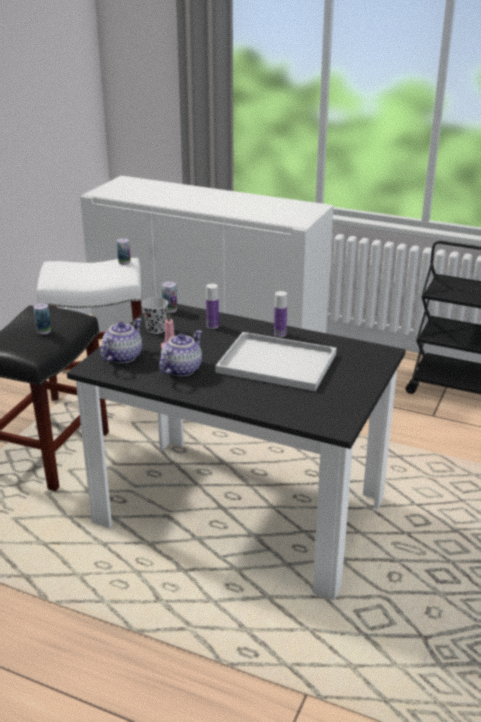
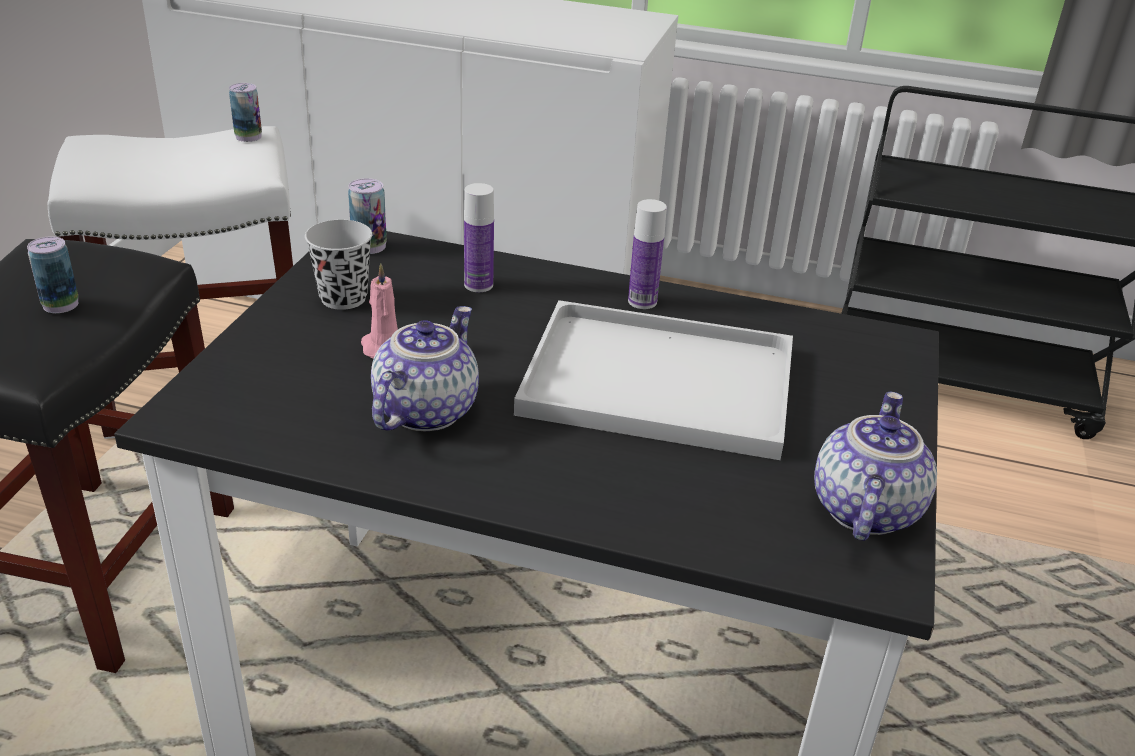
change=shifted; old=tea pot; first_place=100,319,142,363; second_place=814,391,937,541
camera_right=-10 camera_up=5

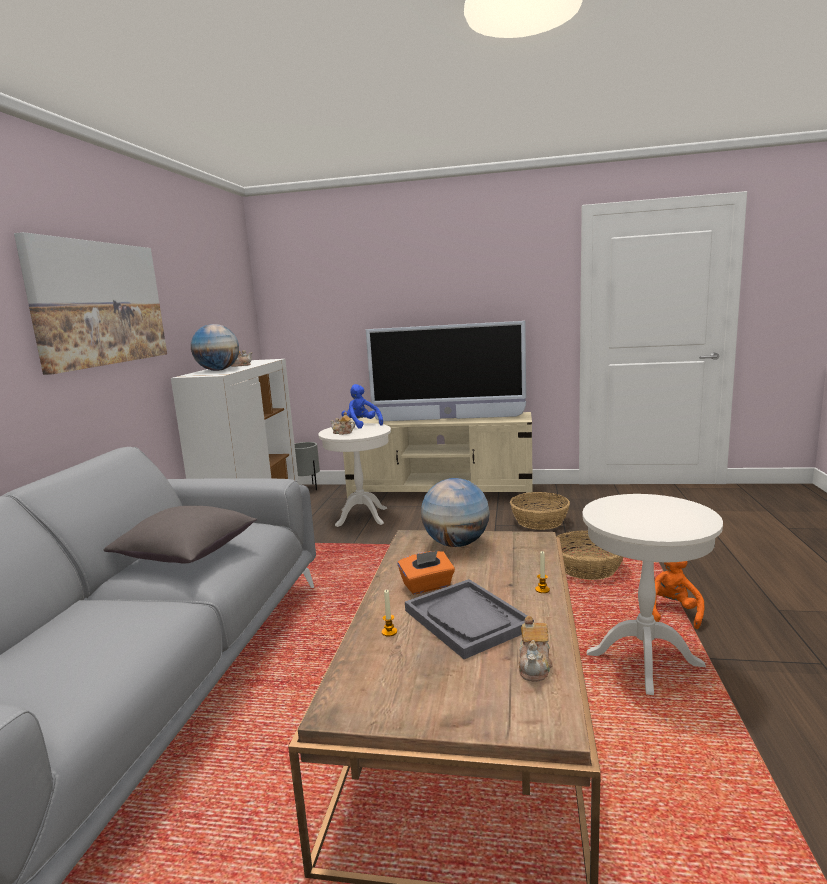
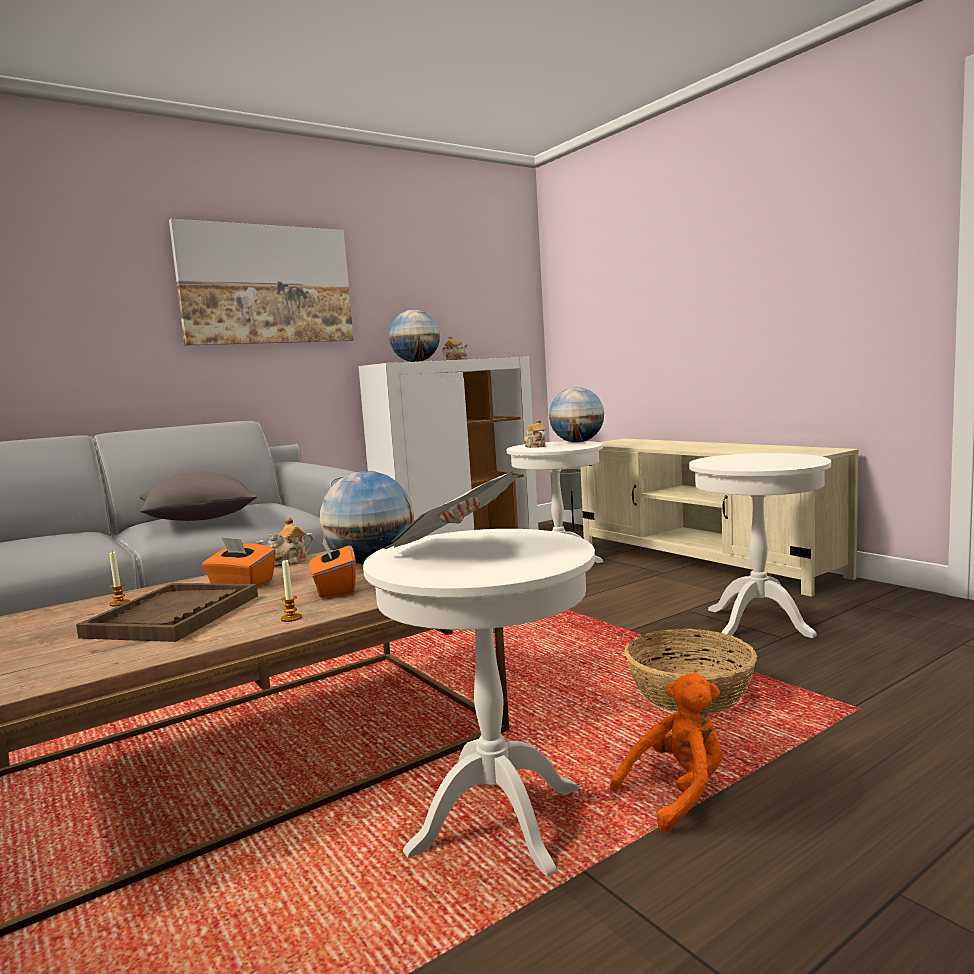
change=gone; old=television; first_place=366,321,526,421
change=new; new=tissue box (orange); second_place=309,537,356,598
change=new; new=newspaper; second_place=384,471,518,549
change=shifted; old=tea pot; first_place=519,616,552,682; second_place=256,517,314,567
change=swapped; old=plush toy (bluish); new=world globe; first_place=341,384,383,429; second_place=549,387,604,443
change=swapped; old=basket; new=accent table (white); first_place=510,492,570,530; second_place=689,453,831,638
change=repainted; old=tray (gray); new=tray (brown-coloured); first_place=405,579,534,659; second_place=76,583,258,642
camera_right=45 camera_up=-5

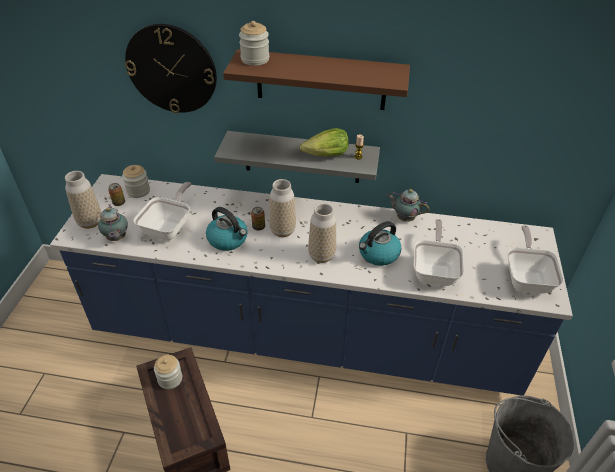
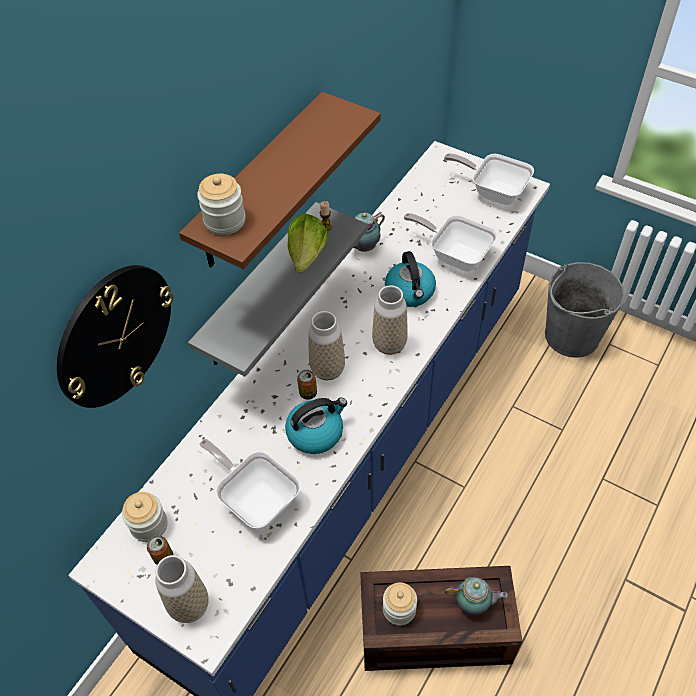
change=shifted; old=tea pot; first_place=98,204,128,241; second_place=445,577,508,615
camera_right=-65 camera_up=10

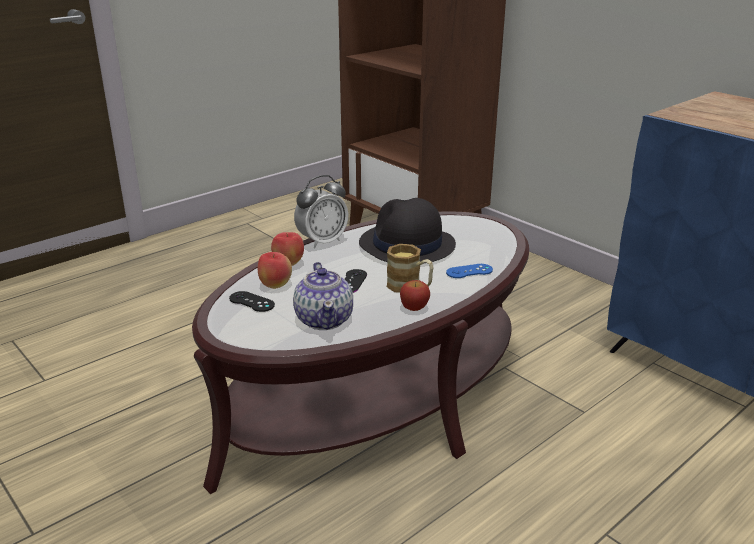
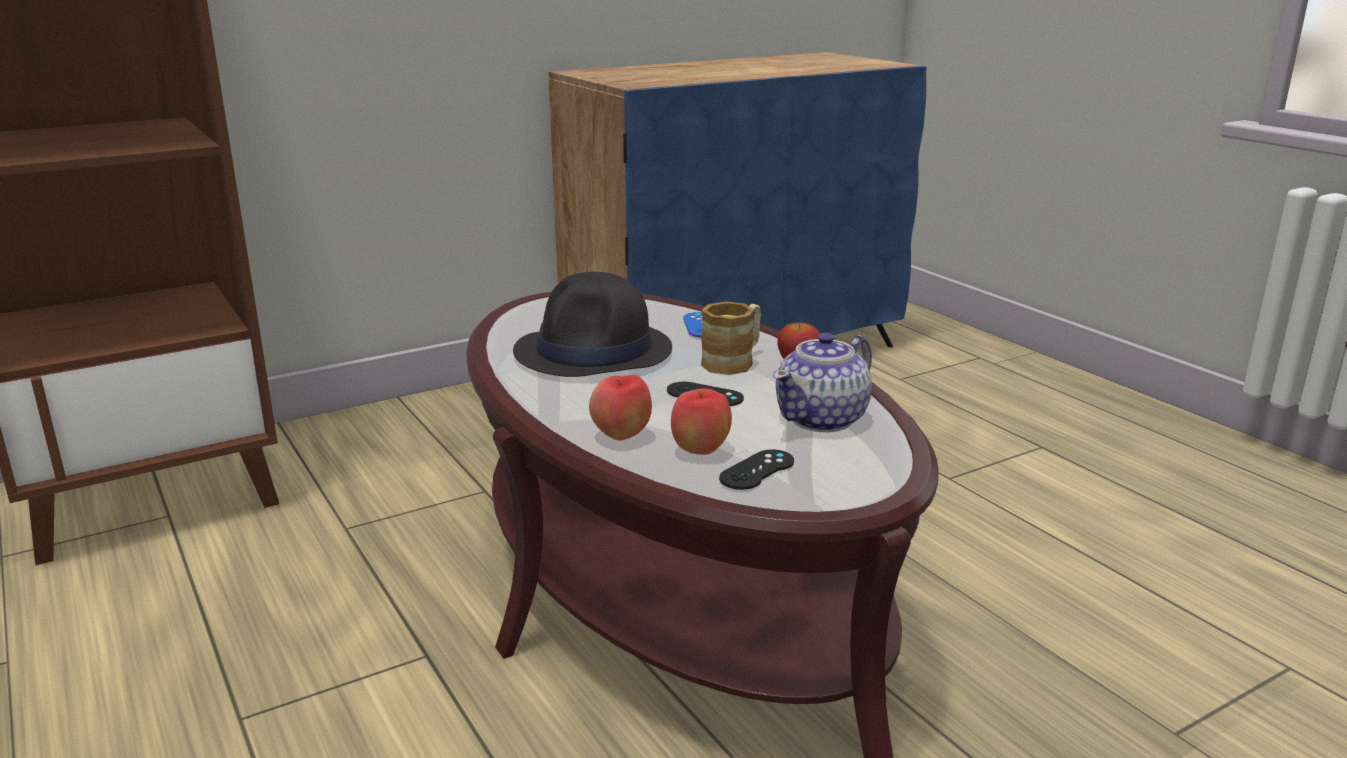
change=gone; old=table clock; first_place=294,175,348,249
change=rotated; old=tea pot; first_place=293,262,353,330; second_place=773,332,872,432; degrees=135
camera_right=-80 camera_up=-5

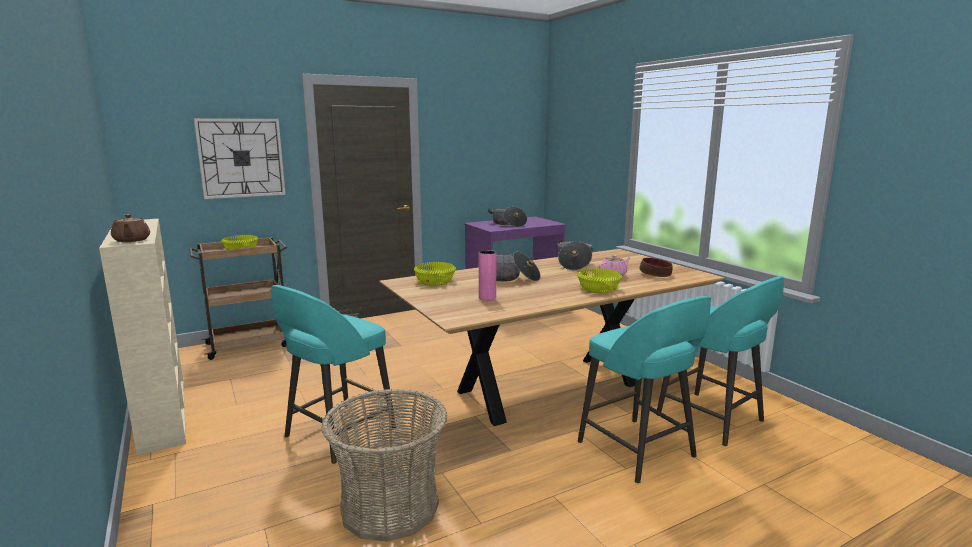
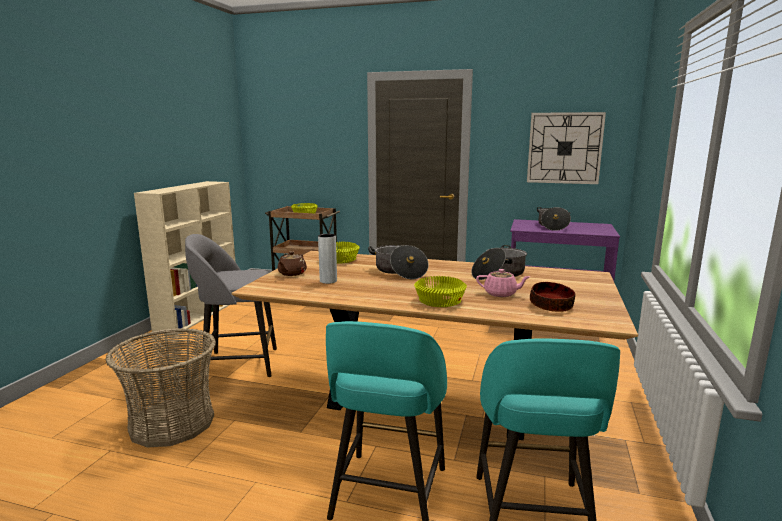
change=shifted; old=tea pot (brown-coloured); first_place=111,214,150,242; second_place=278,251,307,276
change=shifted; old=hanging clock; first_place=194,118,286,199; second_place=527,112,606,184
change=repainted; old=stool (turquoise); new=stool (gray); first_place=271,285,396,464; second_place=185,234,277,377
change=repainted; old=decorative vase (pink); new=decorative vase (gray); first_place=479,250,496,301; second_place=318,234,337,284
camera_right=45 camera_up=0

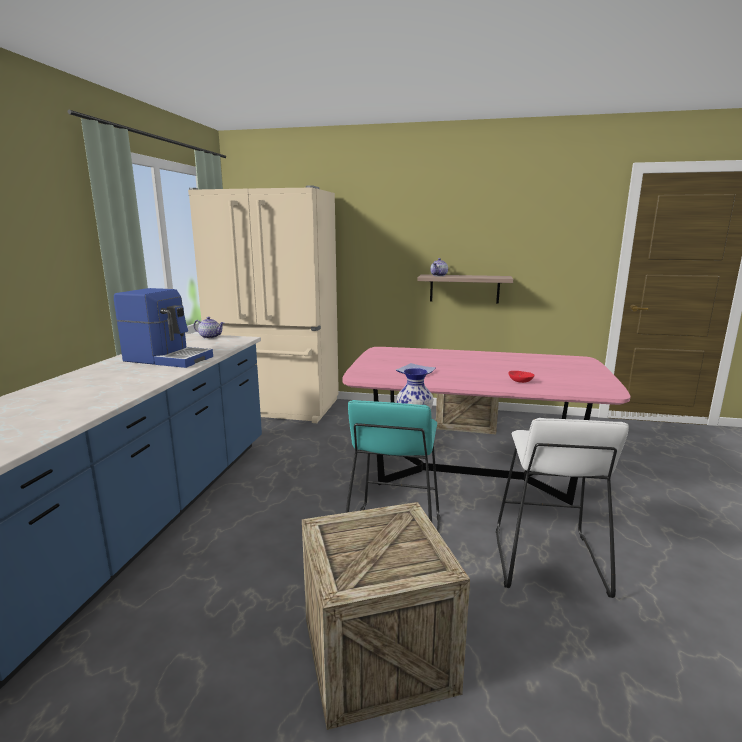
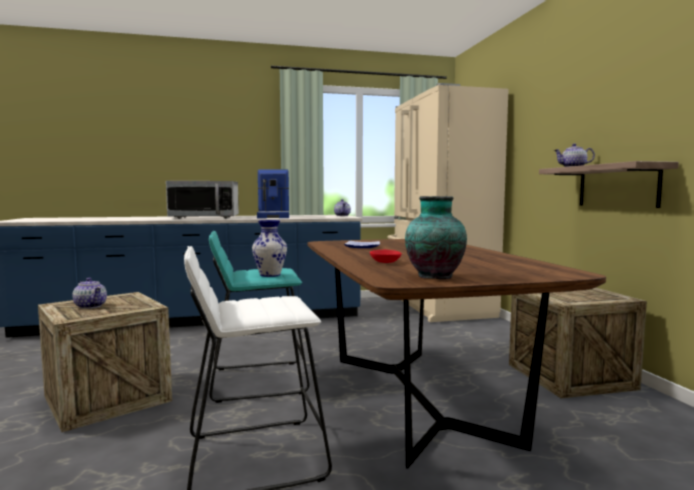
change=new; new=tea pot; second_place=73,278,107,309
change=new; new=microwave oven; second_place=166,181,239,219
change=new; new=decorative vase; second_place=405,196,467,279
change=repainted; old=dining table (pink); new=dining table (brown-coloured); first_place=342,347,630,505; second_place=307,239,606,469
camera_right=65 camera_up=-10

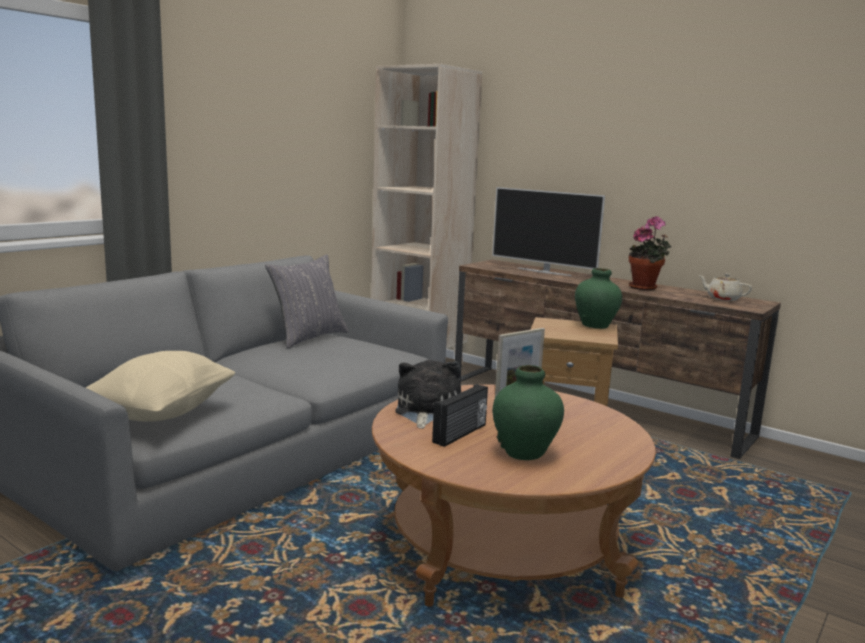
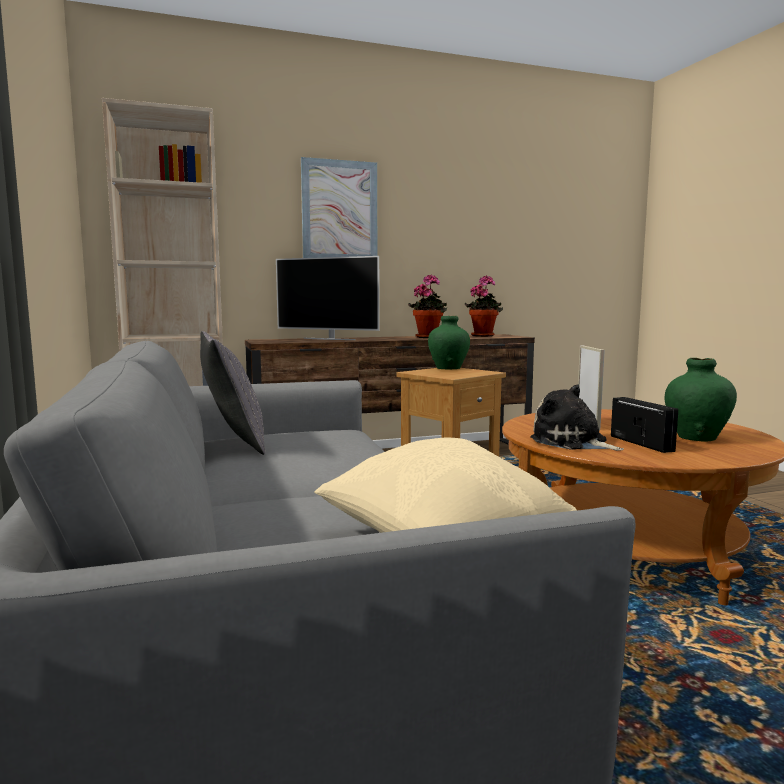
change=new; new=wall art; second_place=301,157,377,258
change=swapped; old=tea pot (sand-coloured); new=plant in a pot; first_place=698,273,752,301; second_place=465,276,503,337
change=rotated; old=television; first_place=492,187,605,276; second_place=276,256,380,340; degrees=45
camera_right=-55 camera_up=-5

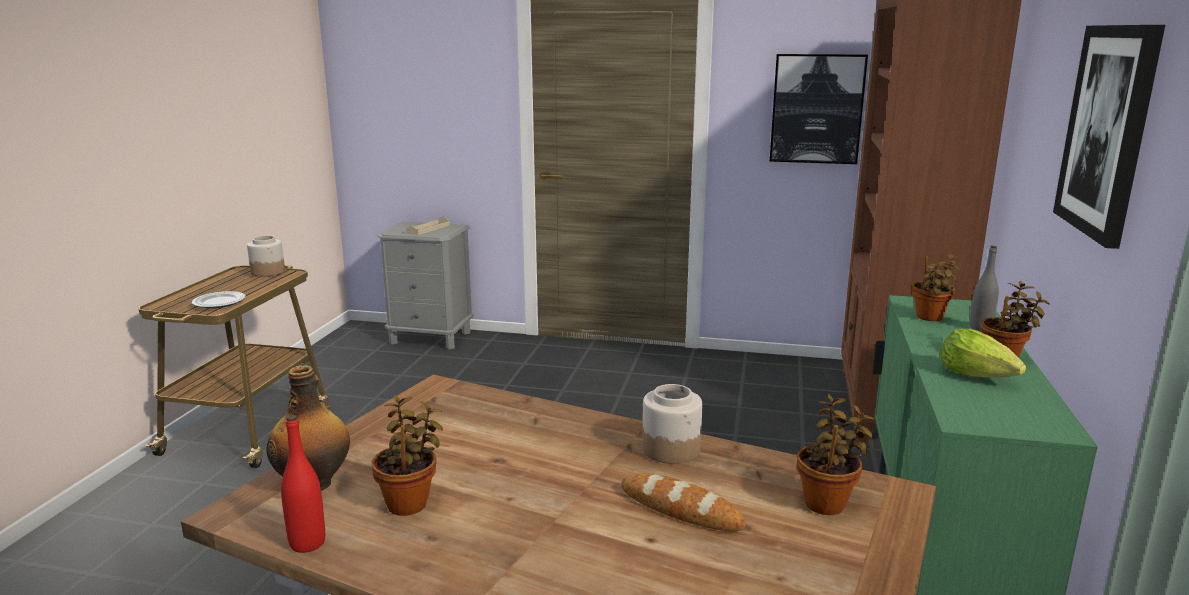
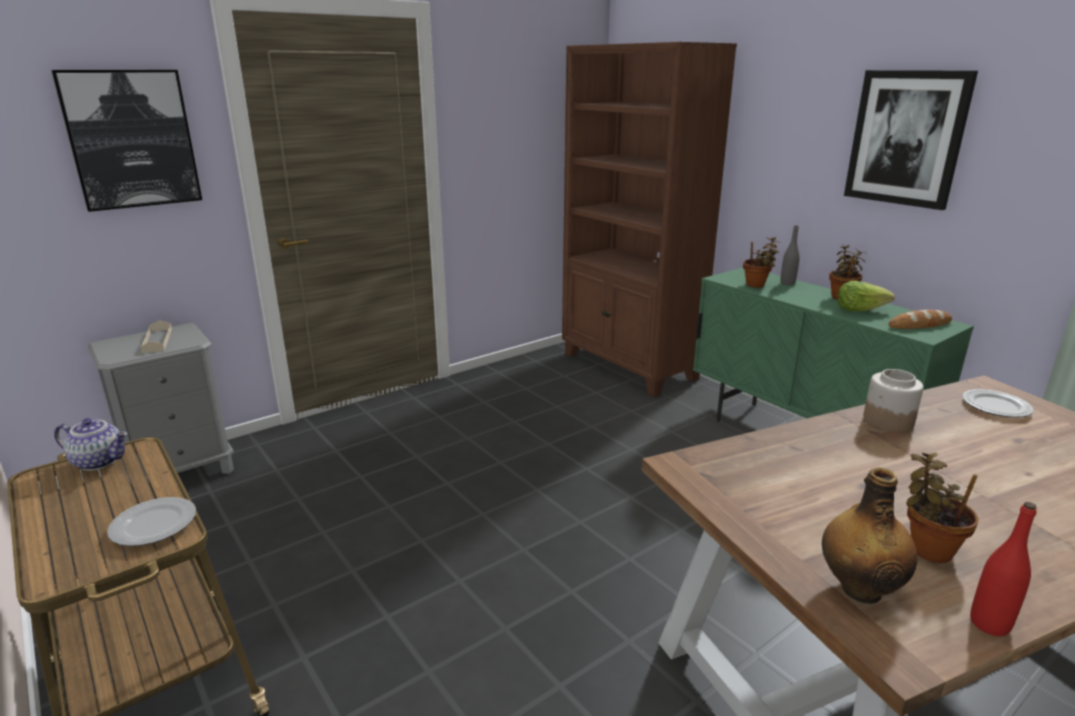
change=shifted; old=bread; first_place=621,474,746,531; second_place=889,309,952,329
change=shifted; old=wall art; first_place=770,54,868,164; second_place=51,70,202,212
change=swapped; old=preserve jar; new=tea pot; first_place=247,236,285,277; second_place=54,418,128,471
change=swapped; old=plant in a pot; new=flat dish; first_place=797,394,876,515; second_place=962,389,1034,418
camera_right=-50 camera_up=5

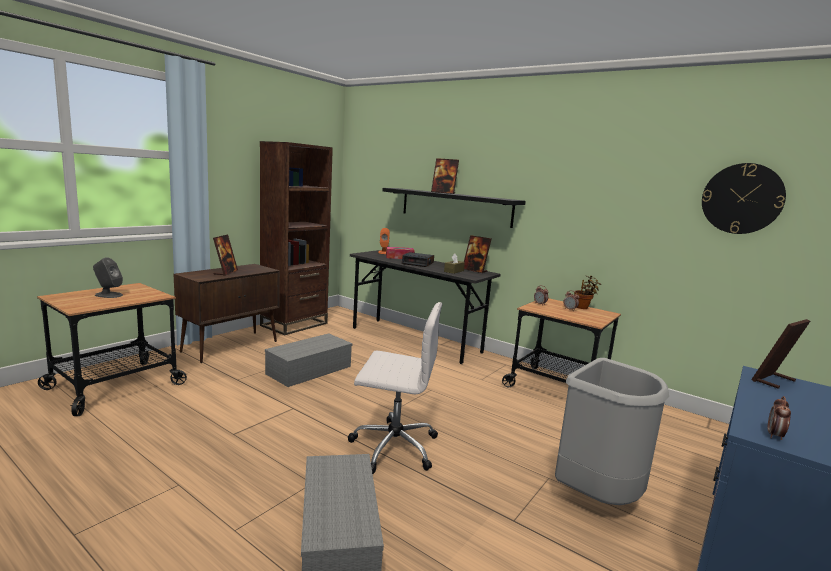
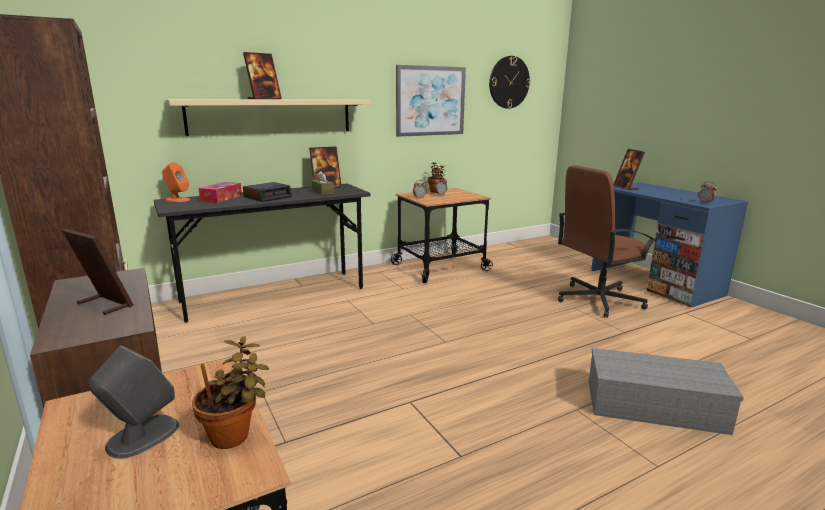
change=gone; old=storage container (gray); first_place=265,333,353,387
change=gone; old=desk chair (white); first_place=348,302,442,474
change=new; new=plant in a pot; second_place=192,337,269,449
change=new; new=wall art; second_place=396,65,466,137
change=swapped; old=trash can (gray); new=desk chair (brown-coloured); first_place=555,358,669,505; second_place=558,165,656,318
change=repainted; old=bracket shelf (black); new=bracket shelf (sand-coloured); first_place=382,188,526,228; second_place=166,99,371,136
camera_right=-65 camera_up=5

